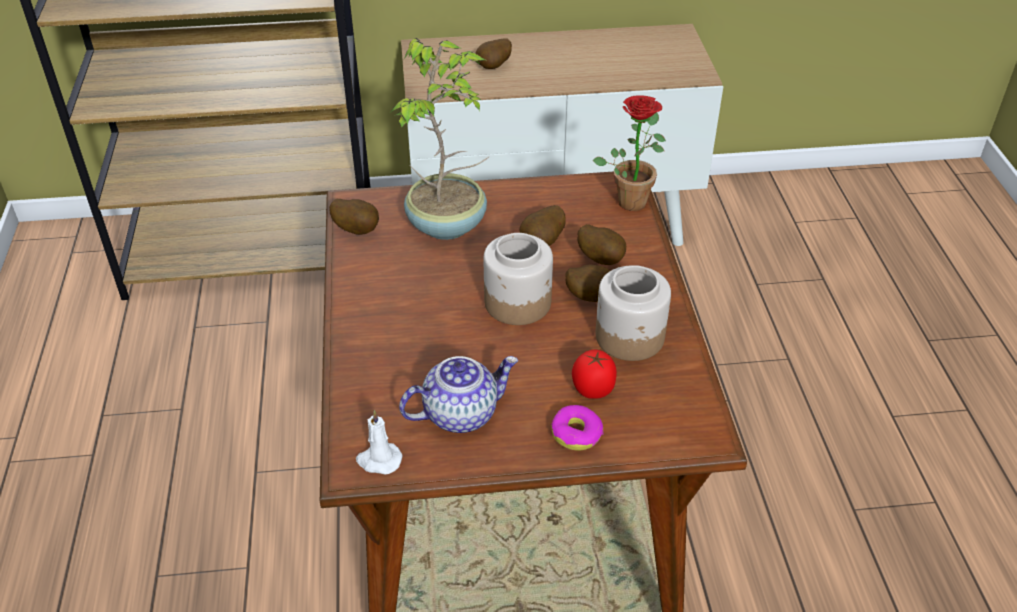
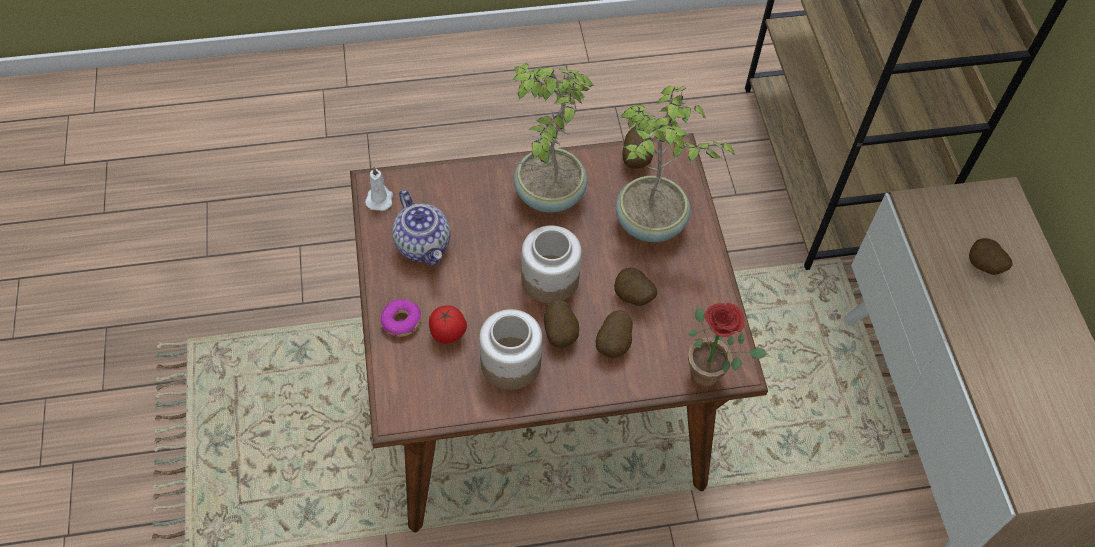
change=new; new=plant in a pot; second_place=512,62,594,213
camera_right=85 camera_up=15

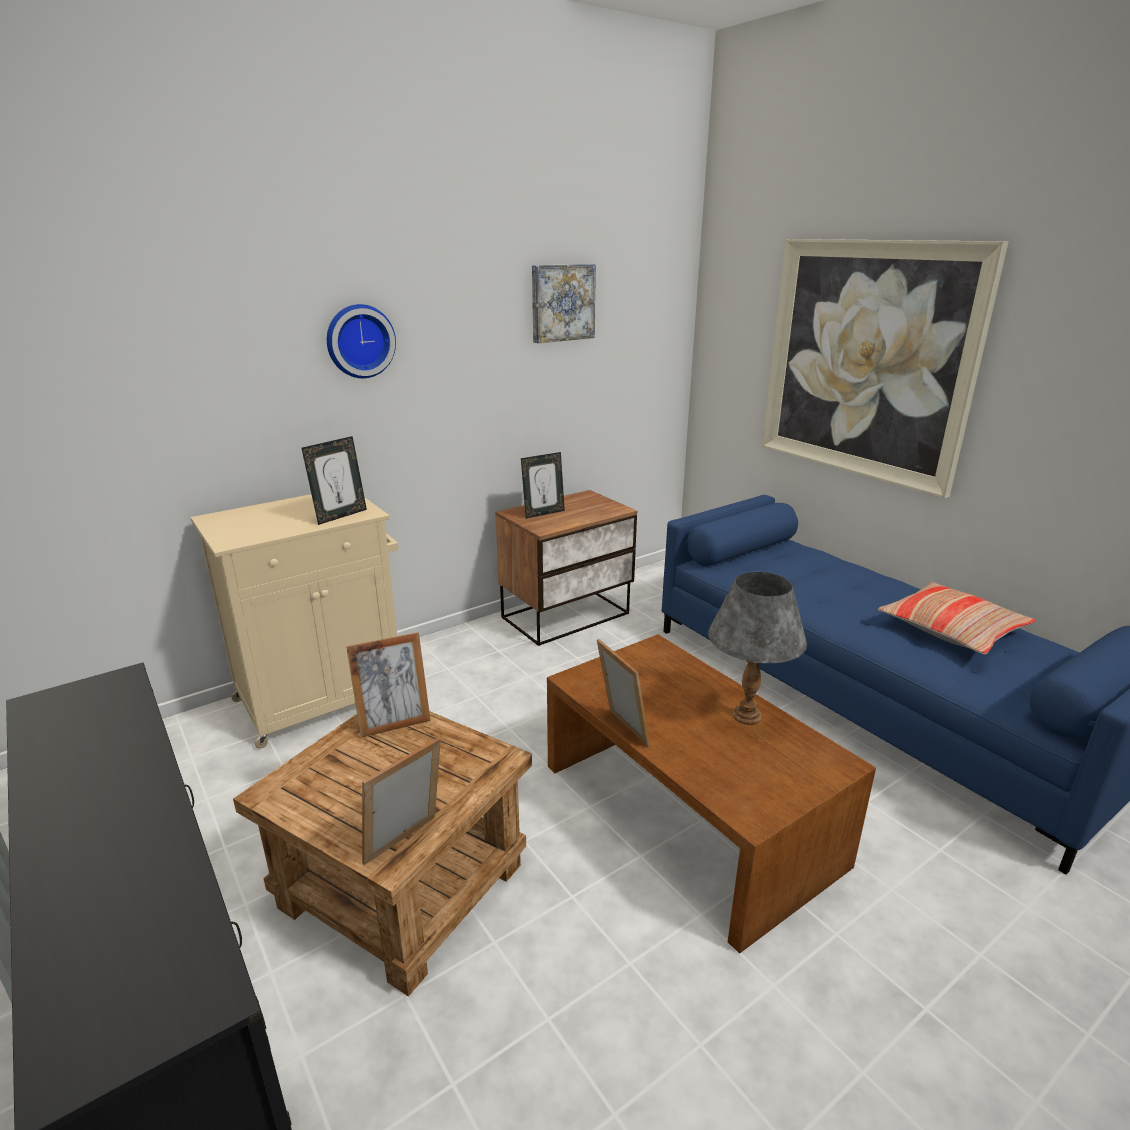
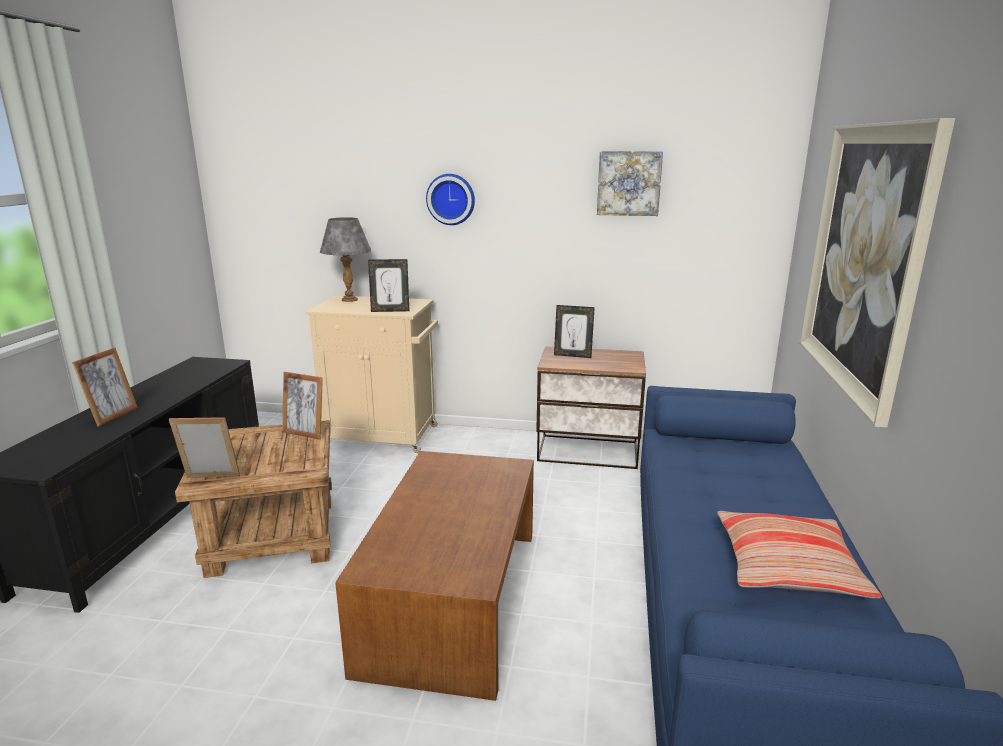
change=shifted; old=photo frame; first_place=597,639,650,747; second_place=72,348,138,426
change=shifted; old=lamp for a table (gray); first_place=708,572,807,725; second_place=320,217,371,302
camera_right=45 camera_up=-5

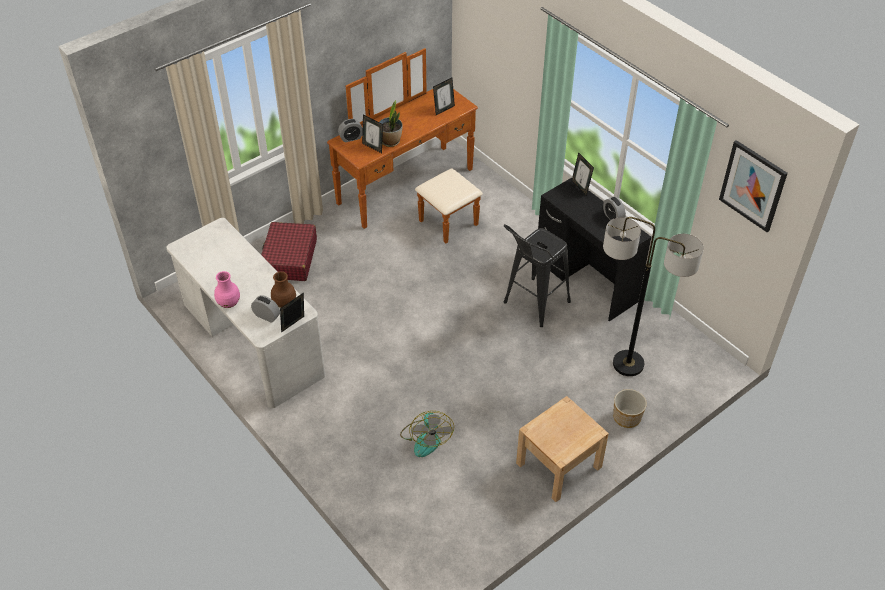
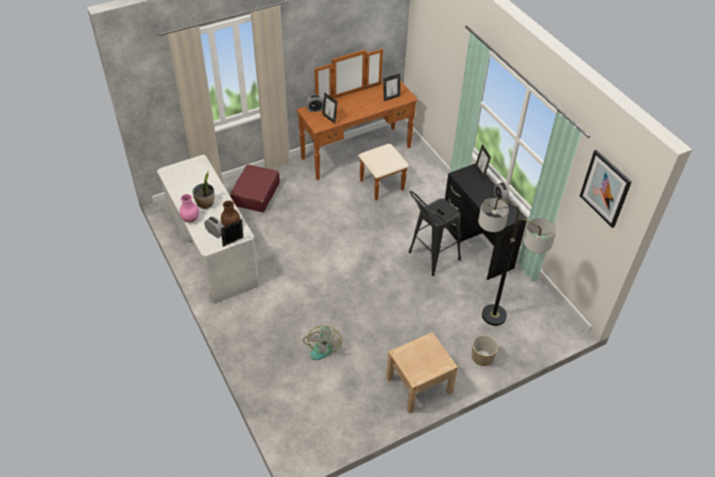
change=shifted; old=plant in a pot; first_place=380,100,403,147; second_place=192,171,215,209
camera_right=10 camera_up=0

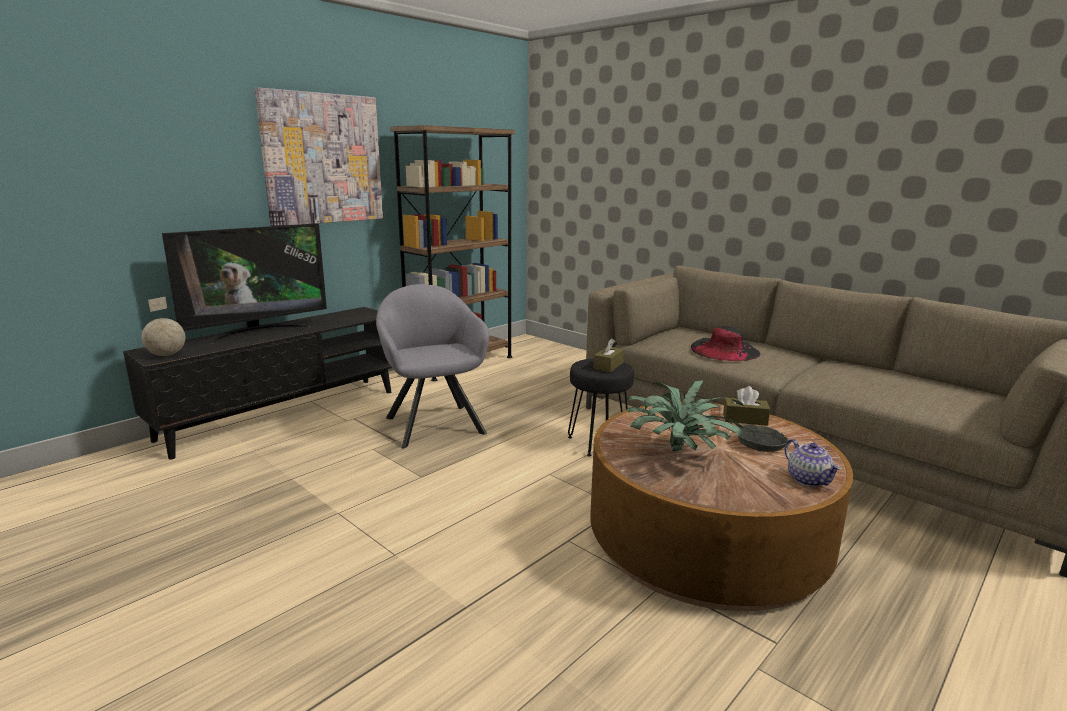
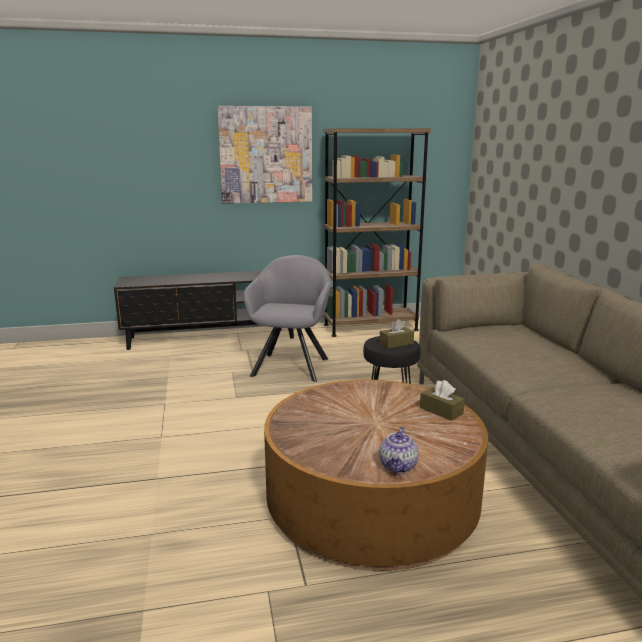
change=gone; old=world globe; first_place=142,297,185,356
change=gone; old=television; first_place=162,223,327,344
change=gone; old=plant in a pot; first_place=627,380,744,451
change=gone; old=clothing hat (black); first_place=691,326,760,361
change=gone; old=serving bowl (gray); first_place=738,424,789,452
camera_right=35 camera_up=0

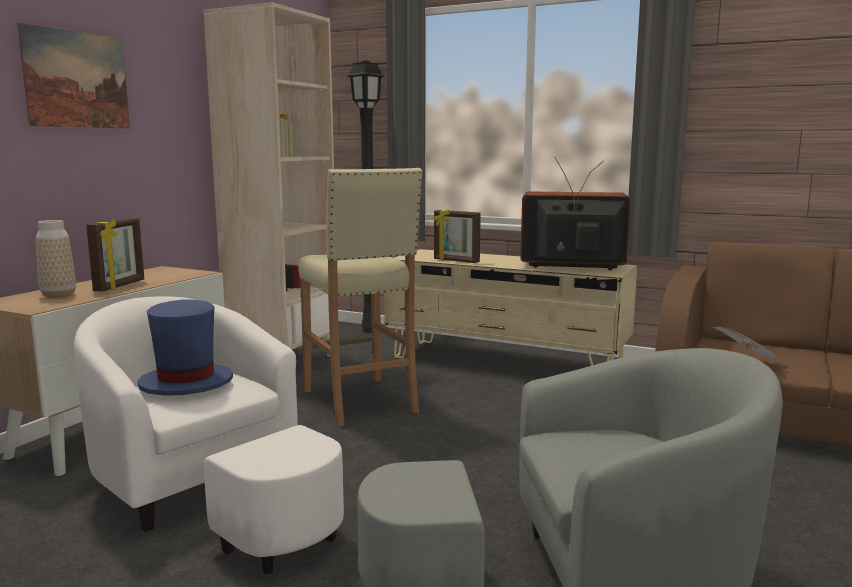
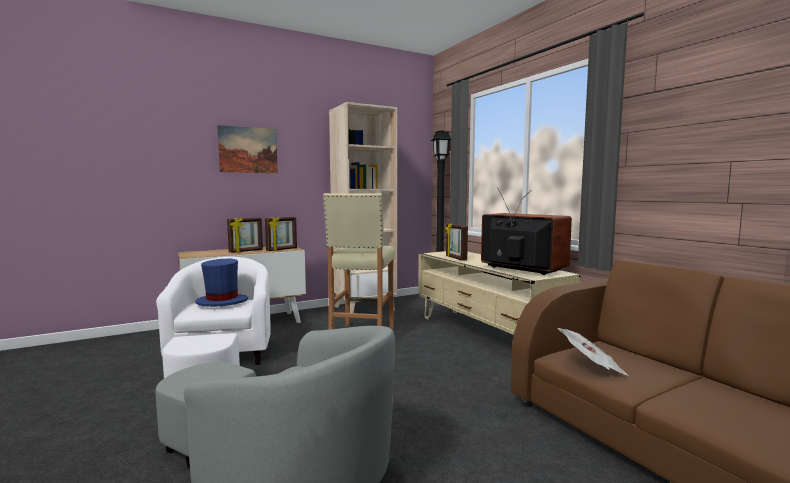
change=gone; old=decorative vase; first_place=36,220,76,298
change=new; new=photo frame; second_place=265,217,297,251
camera_right=35 camera_up=-5

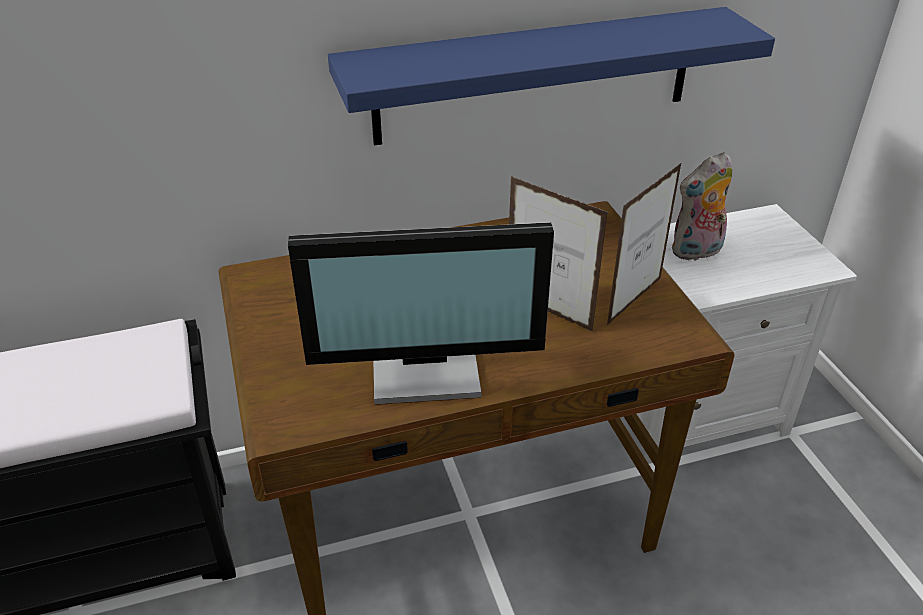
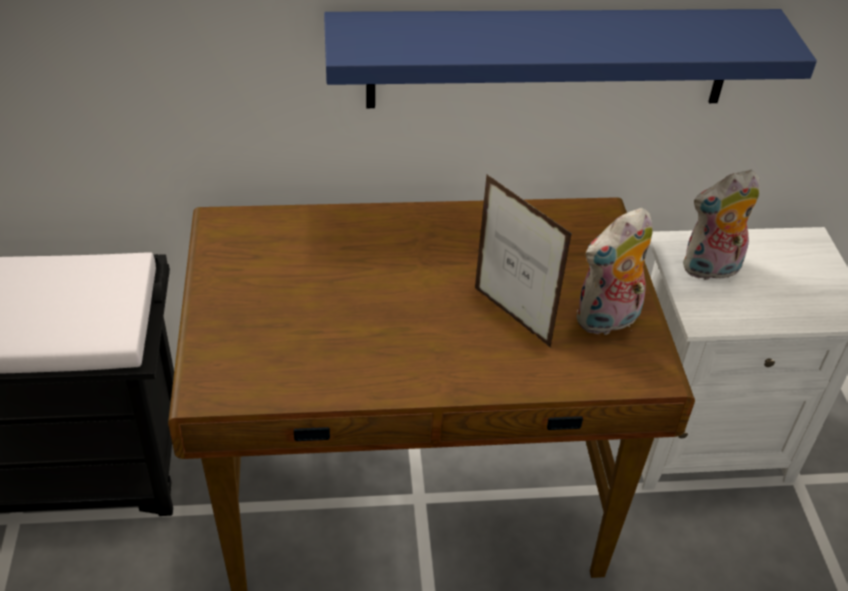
change=gone; old=computer screen; first_place=288,222,554,405
change=swapped; old=photo frame; new=plush toy; first_place=607,162,682,325; second_place=577,208,653,336
camera_right=10 camera_up=5

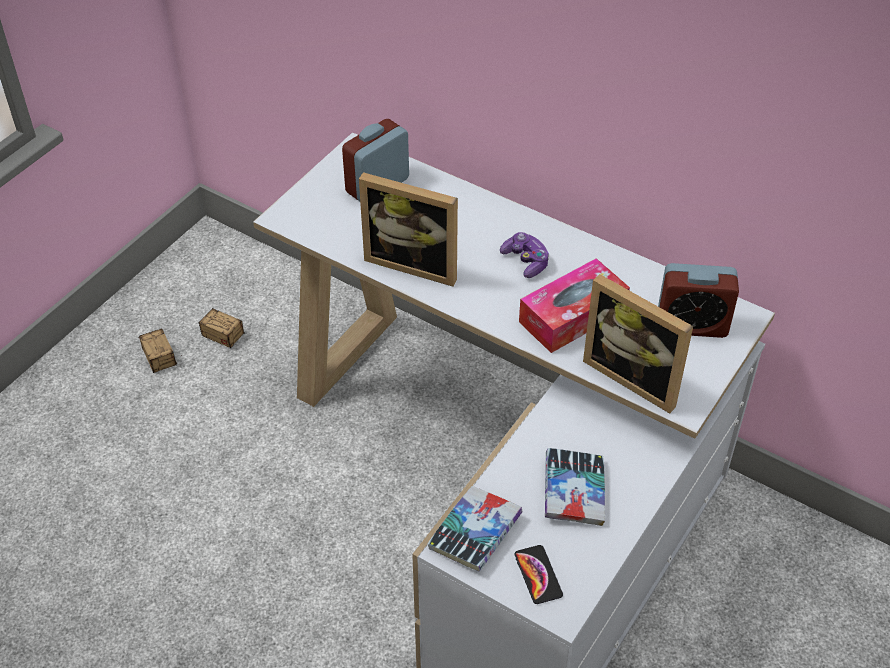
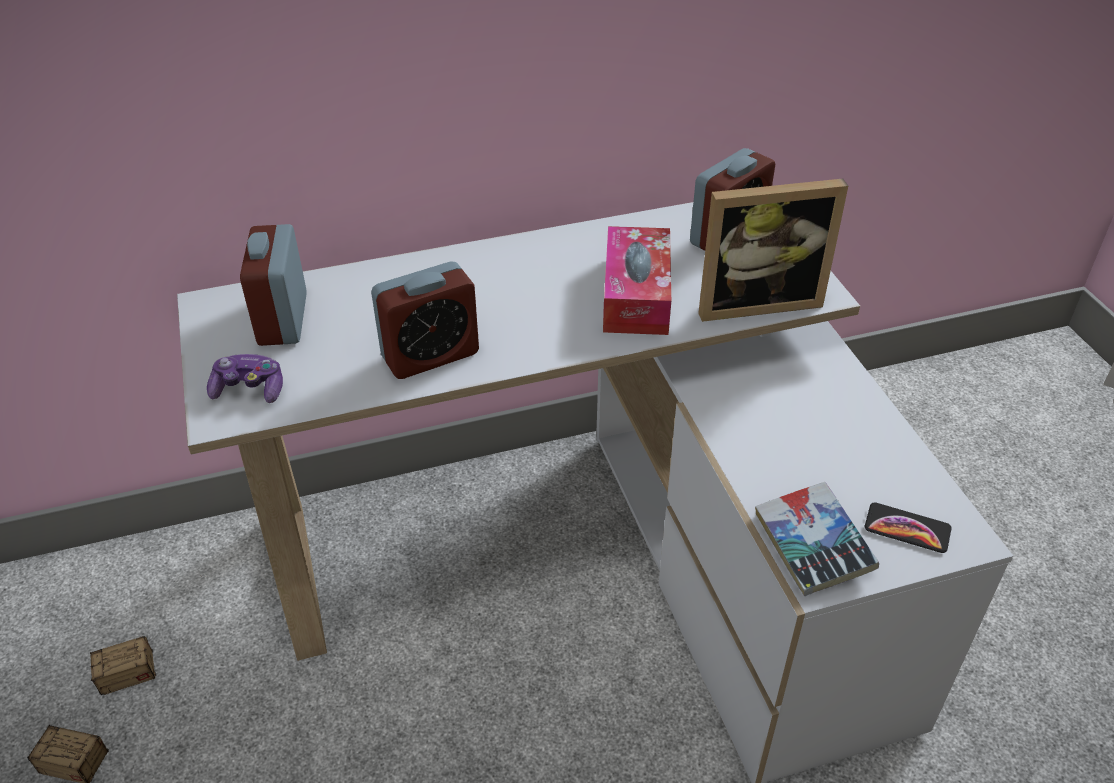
change=gone; old=bound book; first_place=545,448,605,526
change=shifted; old=joypad; first_place=500,232,549,278; second_place=207,354,283,403
change=swapped; old=photo frame; new=table clock; first_place=359,172,458,287; second_place=371,261,479,379
camera_right=-50 camera_up=-5

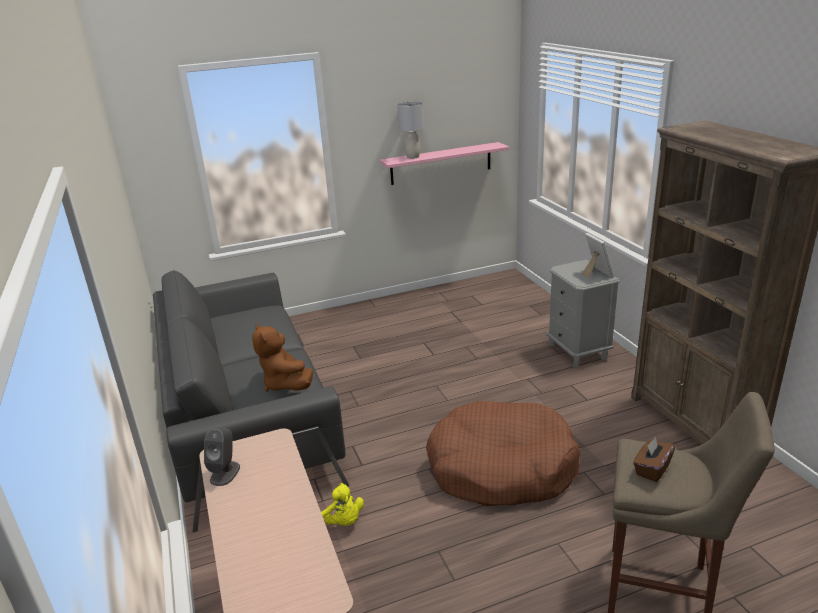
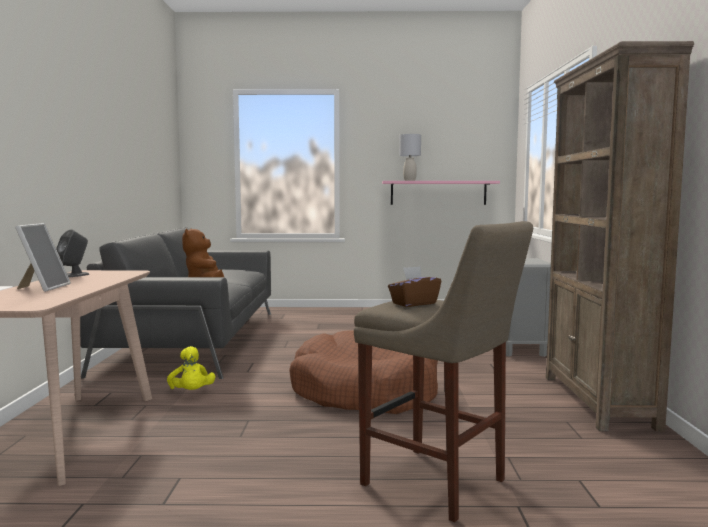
change=shifted; old=photo frame; first_place=582,233,614,279; second_place=15,223,71,292
camera_right=20 camera_up=-20

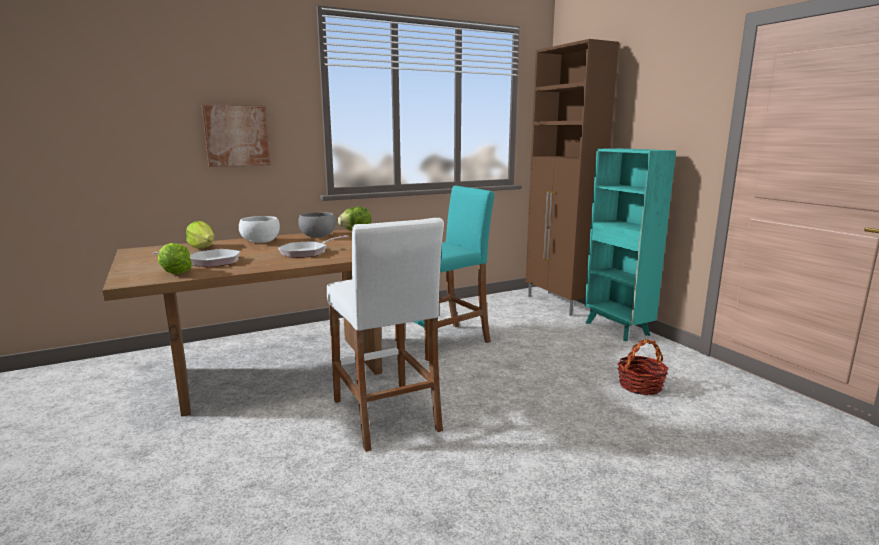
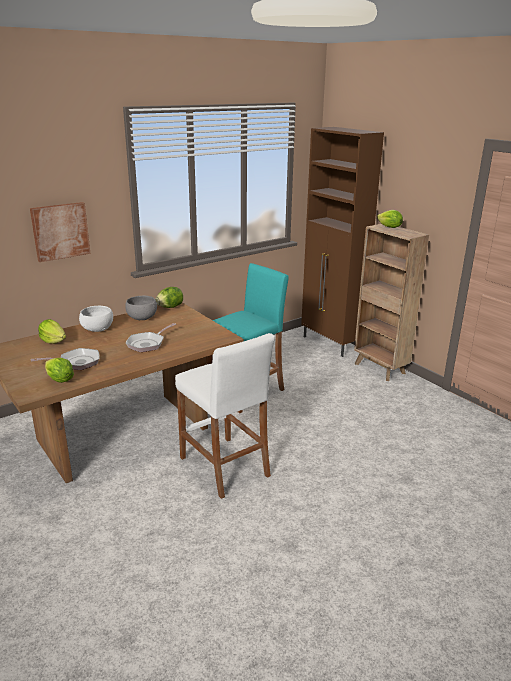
change=gone; old=basket; first_place=618,339,669,395
change=new; new=lettuce head; second_place=377,210,403,228
change=repainted; old=bookcase (turquoise); new=bookcase (brown-coloured); first_place=585,148,676,341; second_place=354,224,429,381
camera_right=-10 camera_up=10

